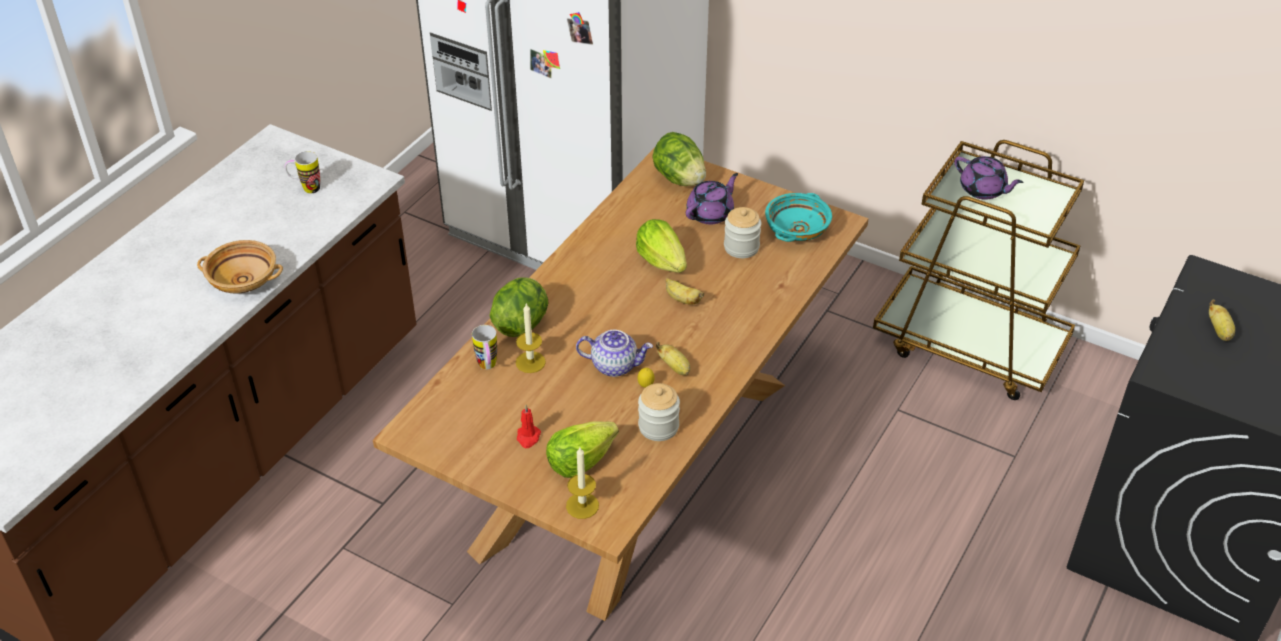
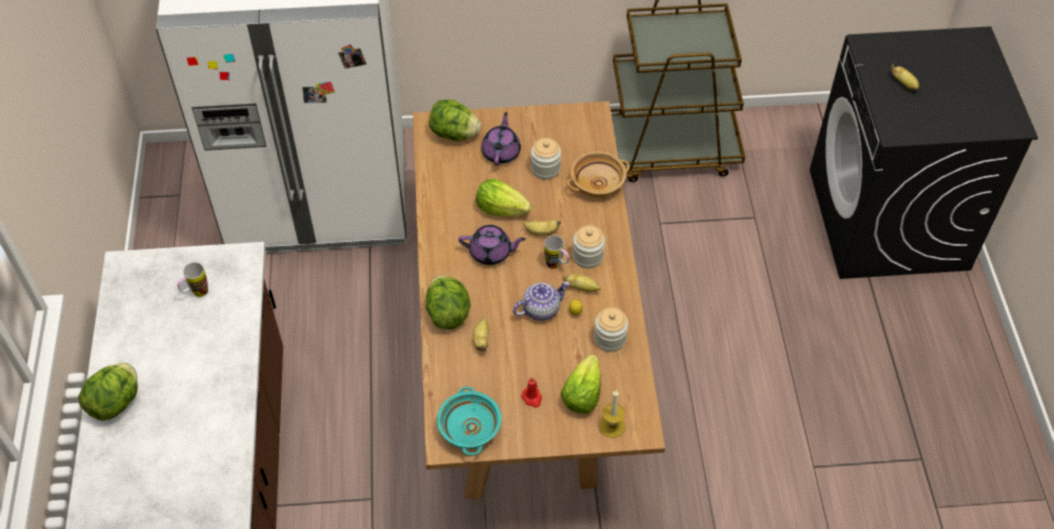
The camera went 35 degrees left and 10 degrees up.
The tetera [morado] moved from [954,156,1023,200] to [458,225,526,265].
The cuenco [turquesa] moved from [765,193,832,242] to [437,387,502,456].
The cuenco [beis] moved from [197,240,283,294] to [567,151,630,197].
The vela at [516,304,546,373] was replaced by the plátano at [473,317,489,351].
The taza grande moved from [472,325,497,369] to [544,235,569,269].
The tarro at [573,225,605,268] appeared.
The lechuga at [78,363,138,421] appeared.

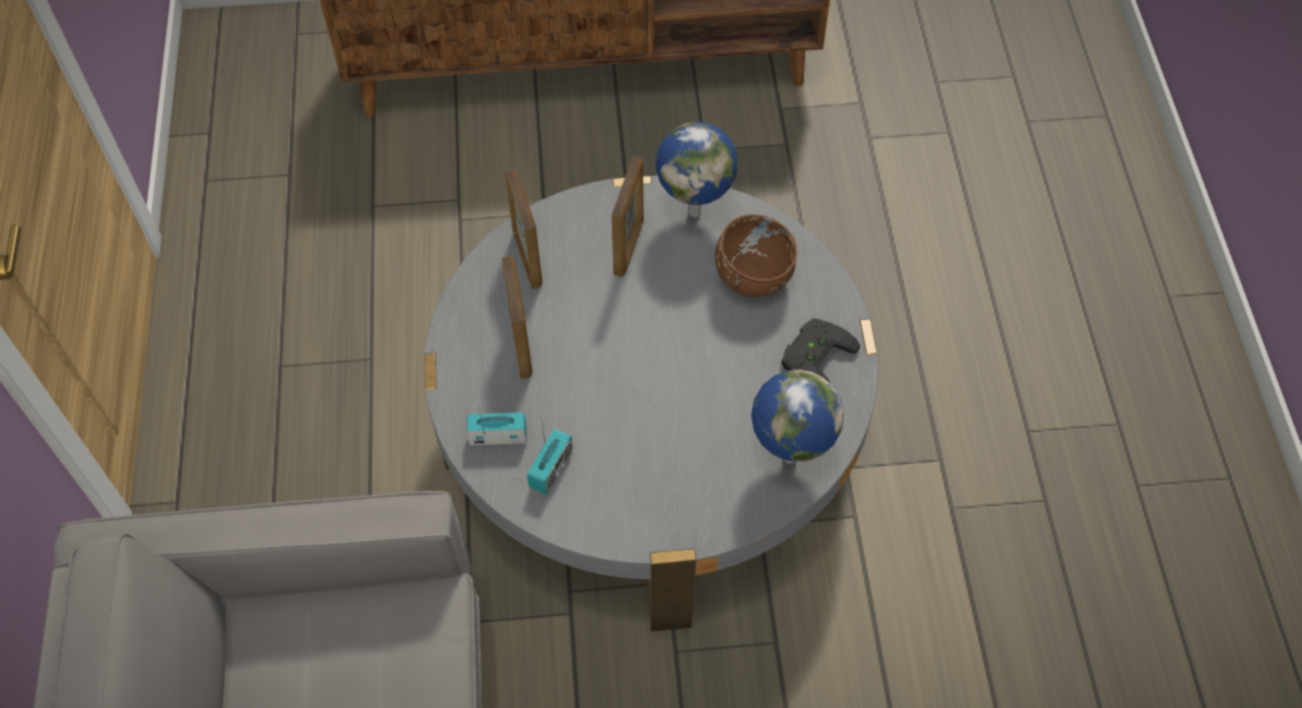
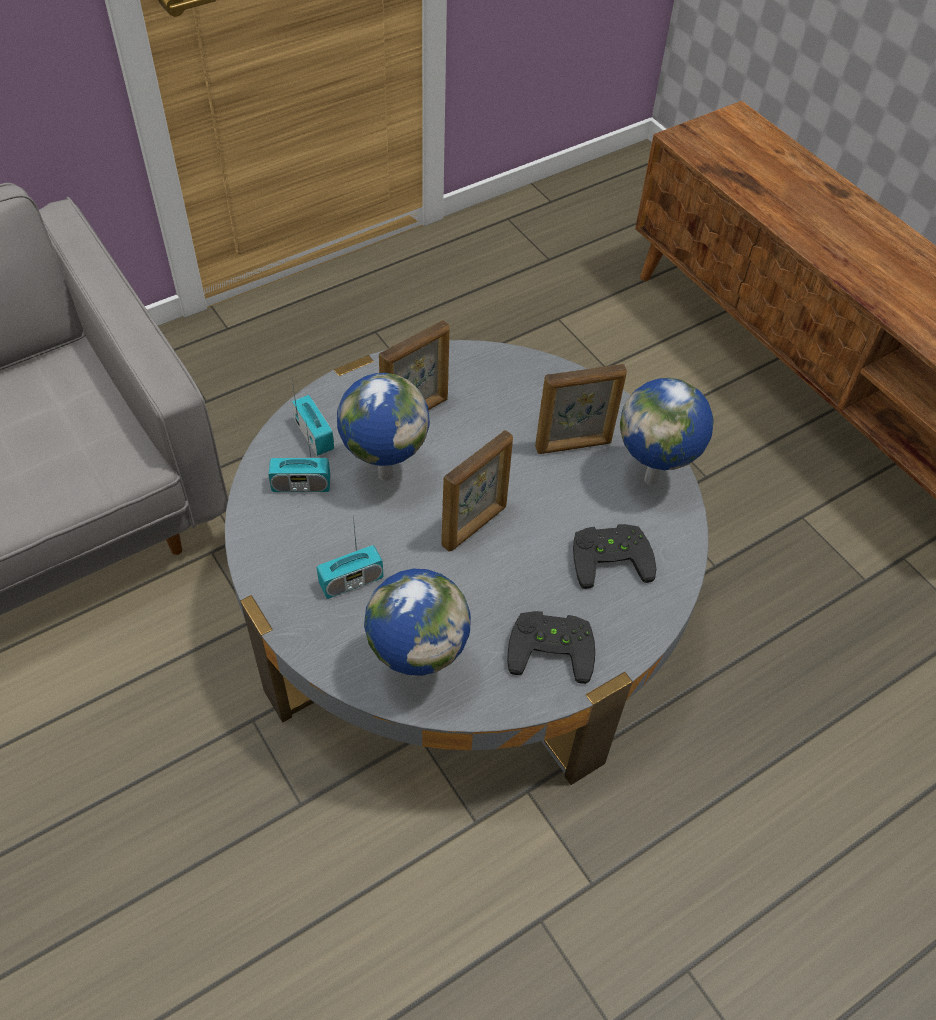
The camera went 60 degrees right and 5 degrees down.
The portarretratos moved from [505,169,542,289] to [441,430,513,551].
The cuenco [marrón] at [715,214,797,297] was replaced by the mando de consola [negro] at [573,524,656,589].
The globo terráqueo at [337,373,430,481] appeared.
The radio at [317,516,383,599] appeared.

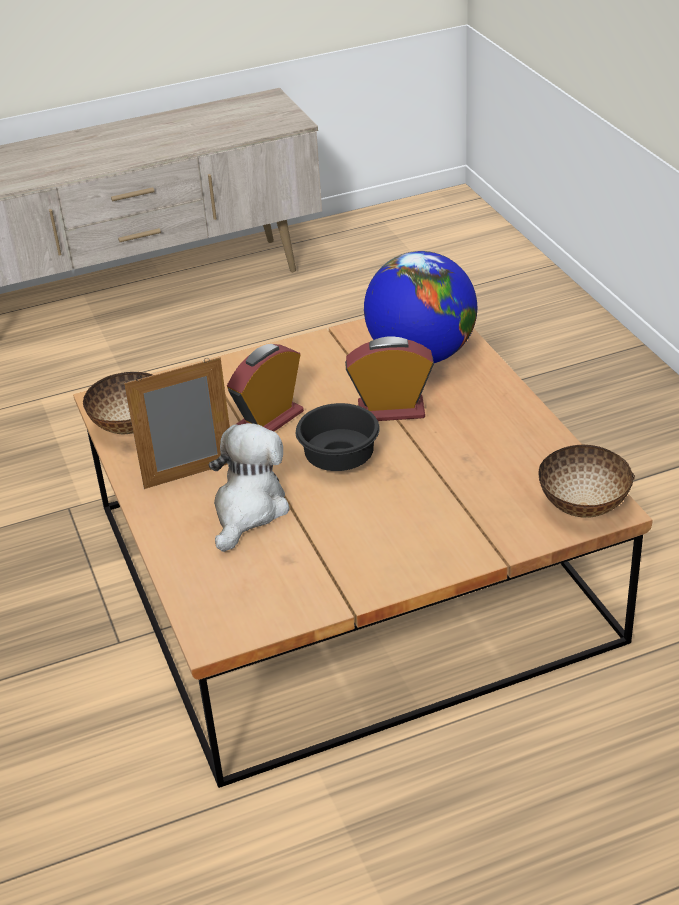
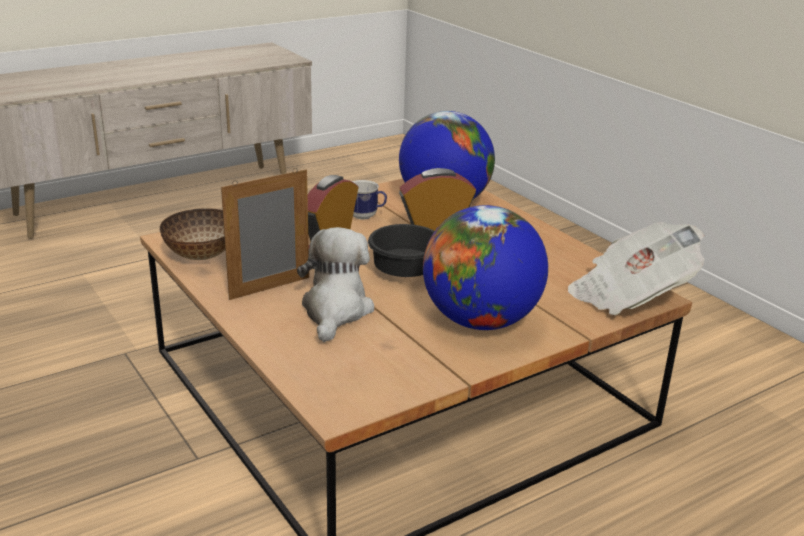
The camera went 15 degrees left and 10 degrees down.
The cuenco at [538,445,635,518] was replaced by the periódico at [568,222,705,315].
The taza grande at [352,180,387,219] appeared.
The globo terráqueo at [423,205,548,330] appeared.

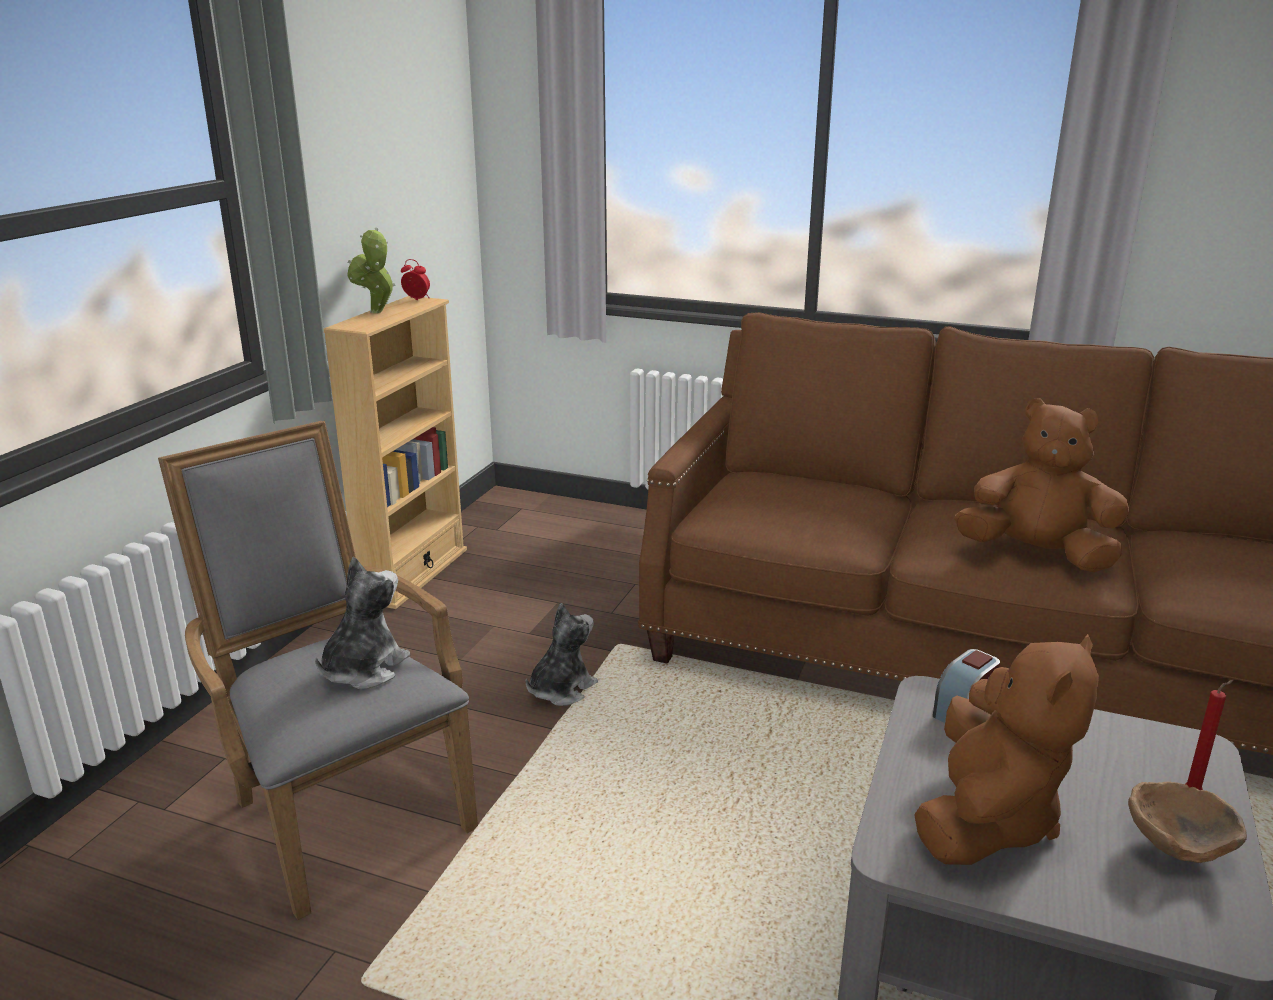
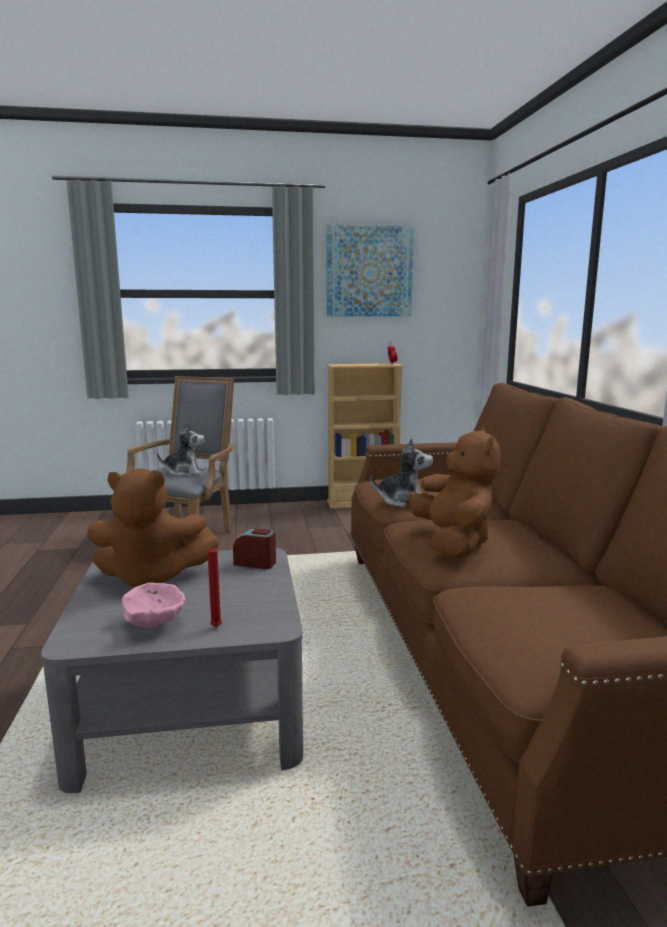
The camera went 60 degrees right and 10 degrees down.
The planta en maceta at [347,228,396,313] disappeared.
The peluche moved from [526,603,598,706] to [370,438,433,507].
The cuenco [marrón] at [1128,782,1247,863] became the cuenco [rosa] at [122,583,186,628].
The cuadro at [326,224,414,316] appeared.

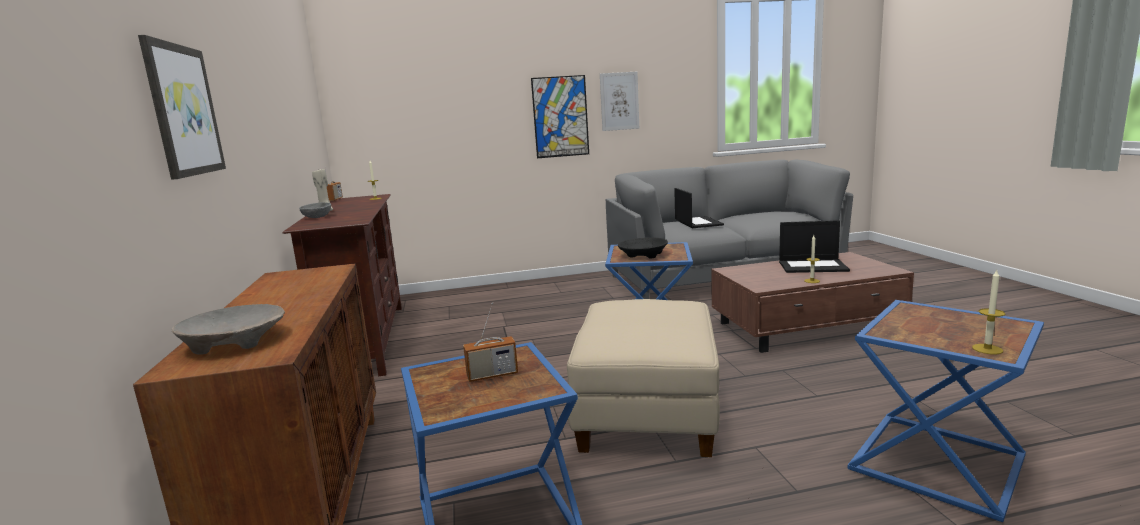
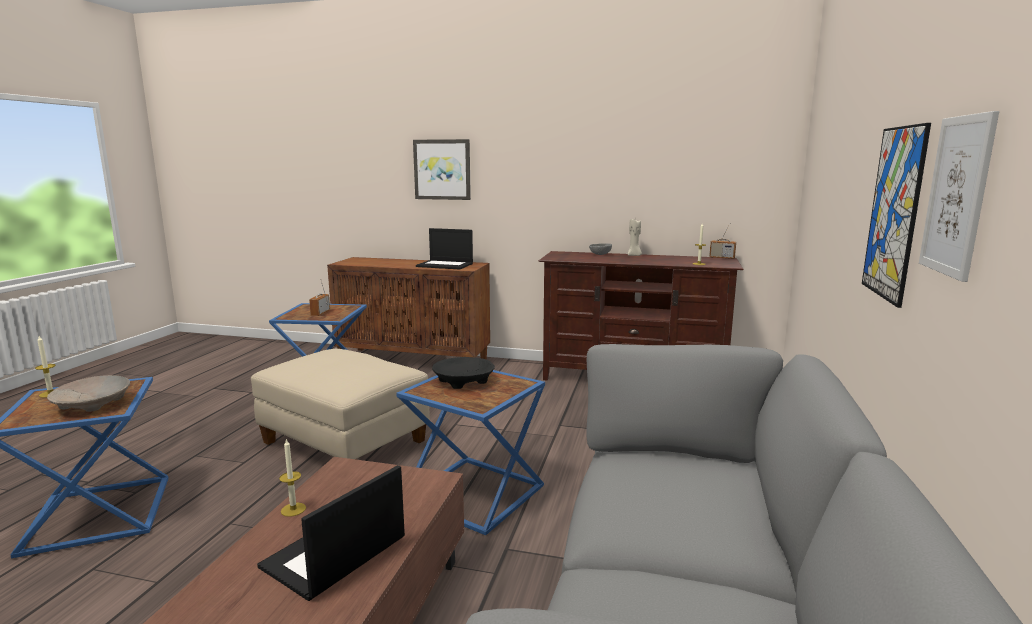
The camera went 115 degrees right and 0 degrees up.
The portátil moved from [674,188,724,228] to [416,228,473,269].
The cuenco [beis] moved from [172,304,285,354] to [47,375,130,412].

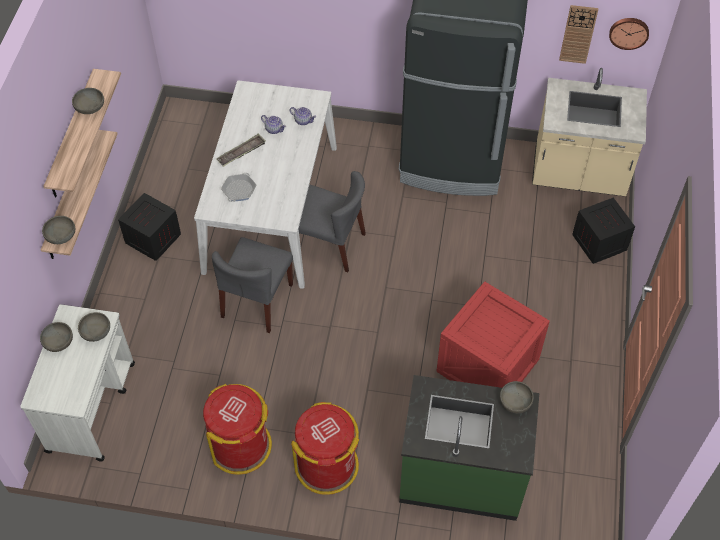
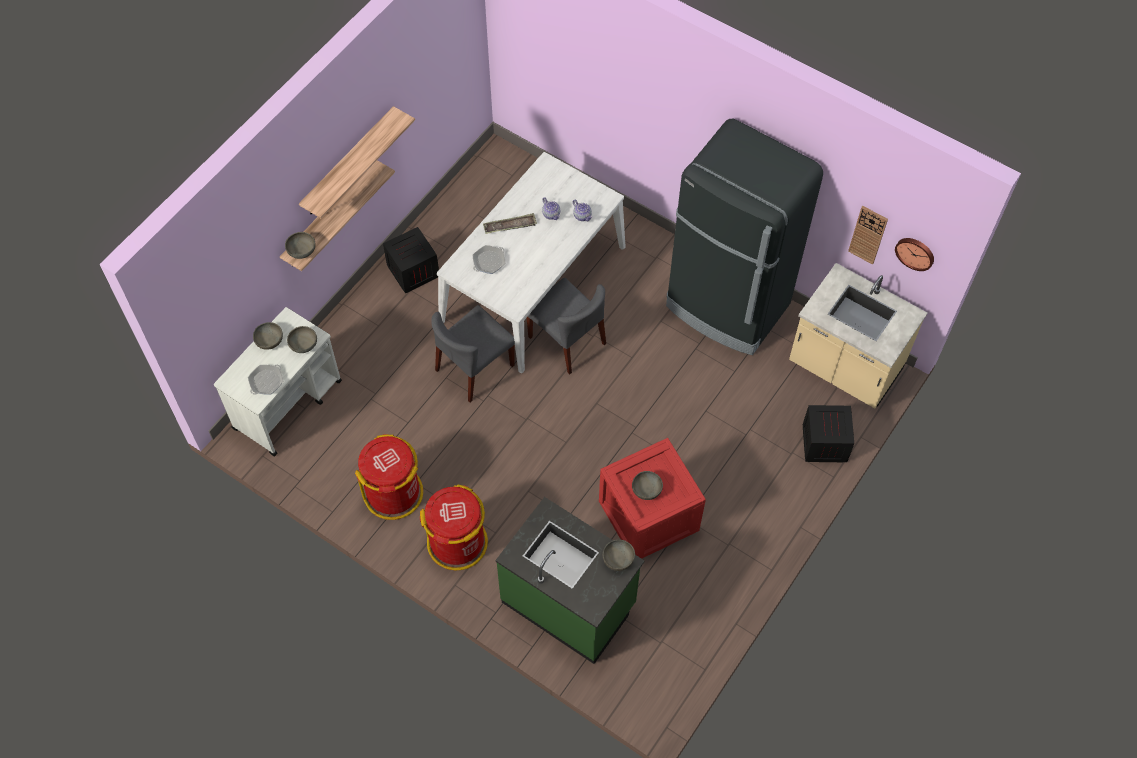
The camera went 25 degrees right and 5 degrees up.
The cuenco [gris] moved from [72,88,104,114] to [632,471,663,500].
The sartén at [248,365,283,395] appeared.

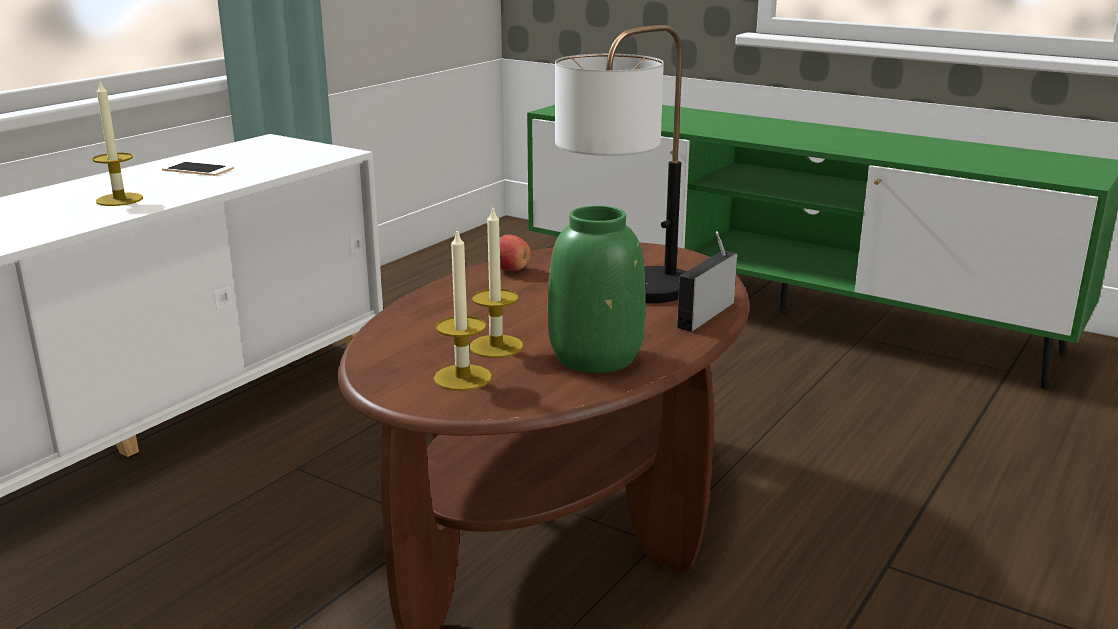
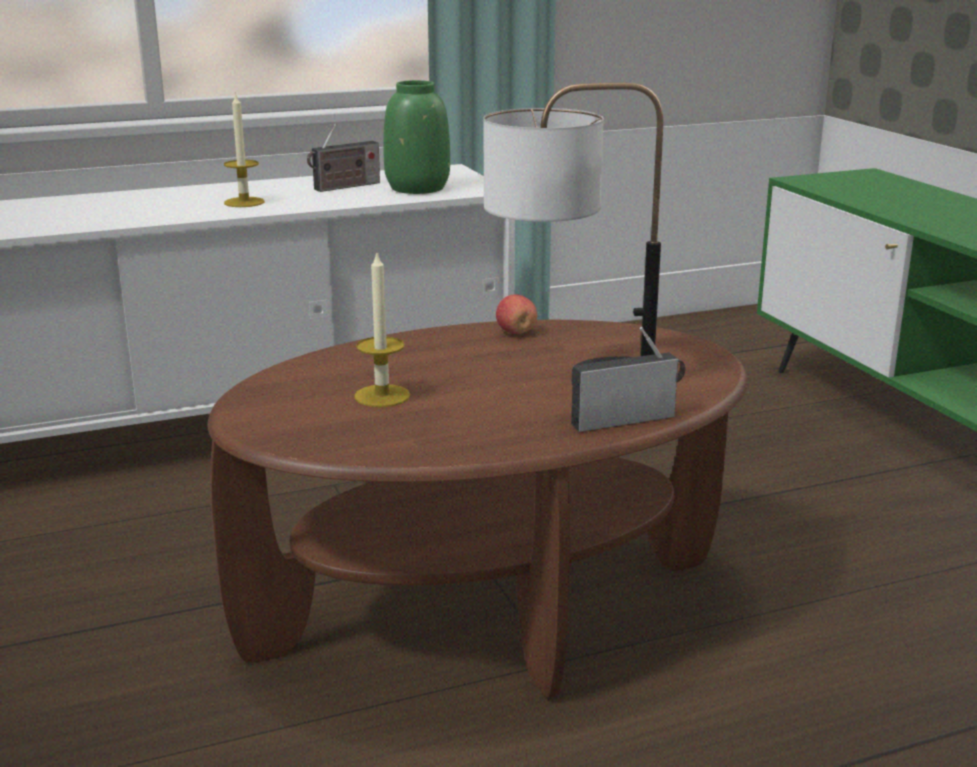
The camera went 35 degrees right and 0 degrees up.
The móvil at [162,161,234,176] was replaced by the radio at [307,123,380,192].
The florero [verde] moved from [548,206,646,373] to [383,80,450,194].
The vela at [434,229,492,391] disappeared.

